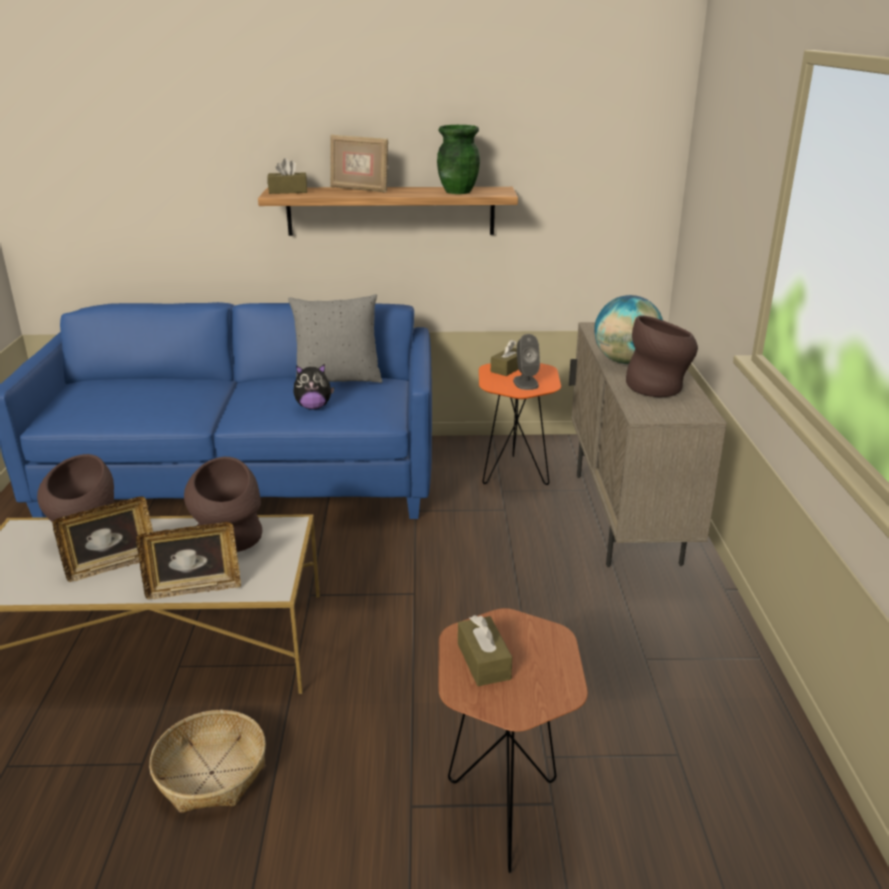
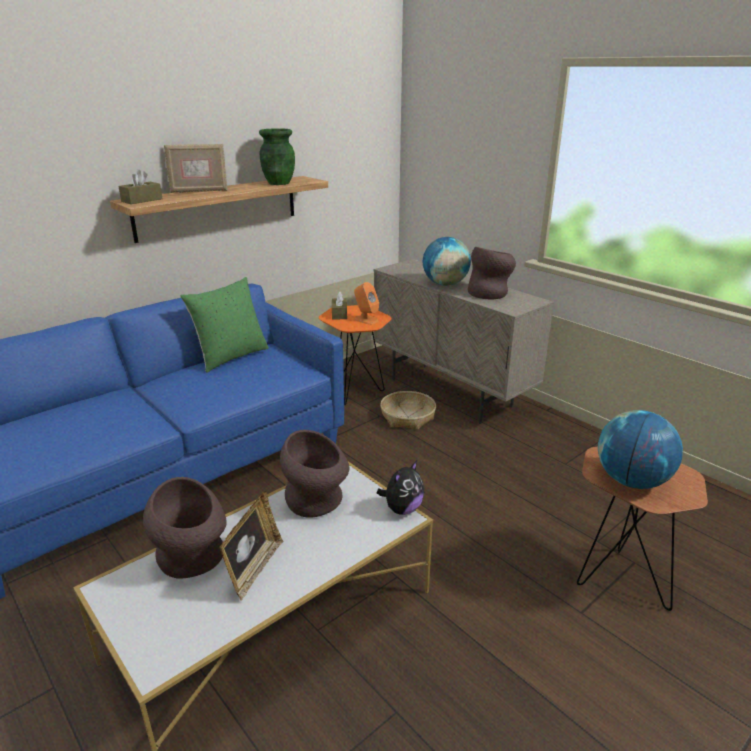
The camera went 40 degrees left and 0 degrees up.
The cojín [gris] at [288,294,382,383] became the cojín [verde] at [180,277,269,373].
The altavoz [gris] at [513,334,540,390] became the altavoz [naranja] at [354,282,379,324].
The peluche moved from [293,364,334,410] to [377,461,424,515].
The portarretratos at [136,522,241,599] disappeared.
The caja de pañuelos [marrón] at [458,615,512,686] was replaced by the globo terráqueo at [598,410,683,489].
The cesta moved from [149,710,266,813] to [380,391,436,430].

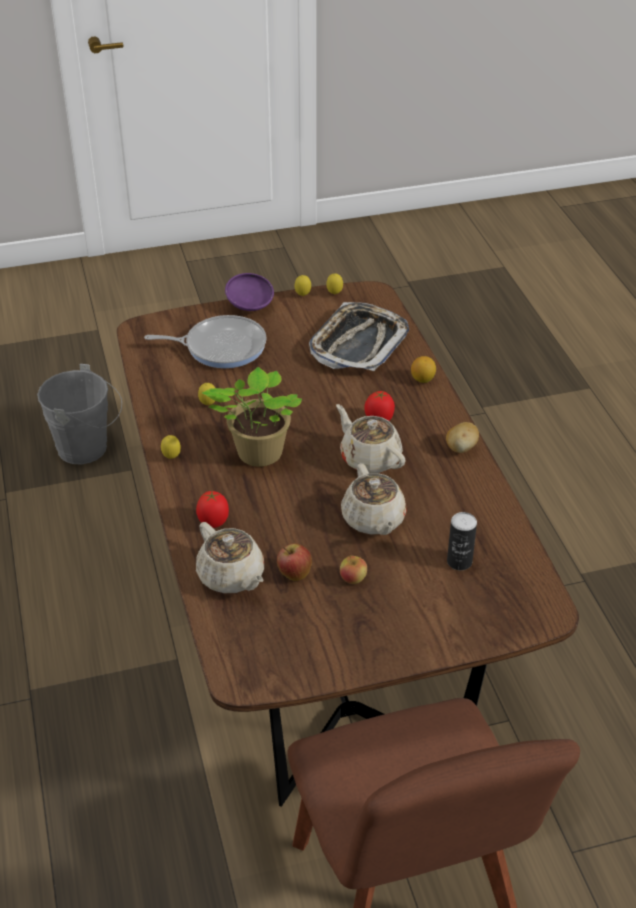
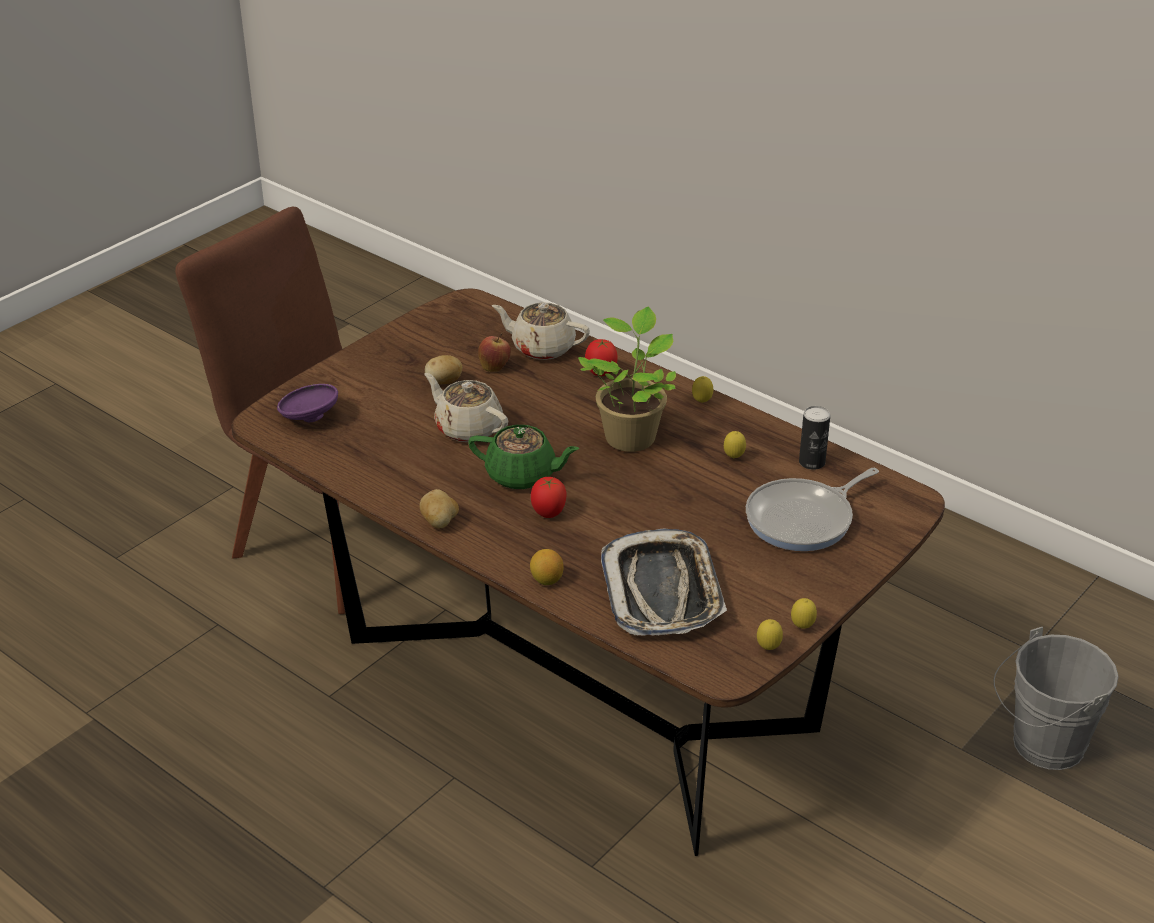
The camera went 145 degrees right and 5 degrees down.
The cuenco [morado] moved from [225,273,274,311] to [277,384,338,422].
The tetera [beis] at [336,404,406,473] became the tetera [verde] at [468,425,580,490].
The lata moved from [447,512,477,570] to [799,406,830,470].
The manzana at [340,555,367,584] was replaced by the patata at [425,355,462,384].

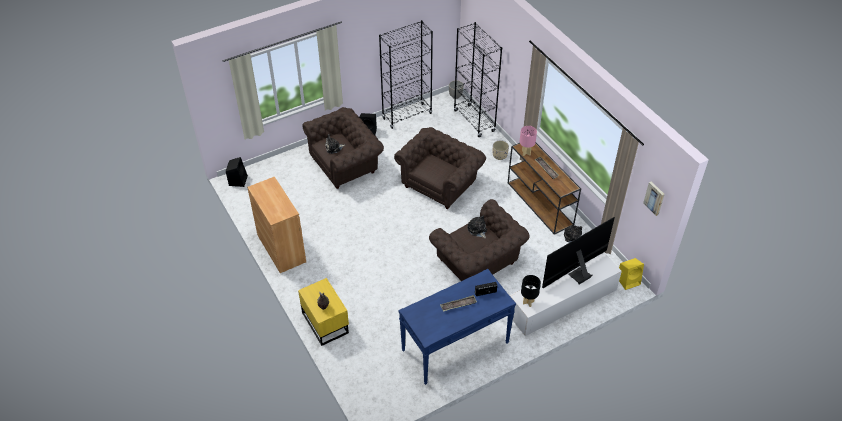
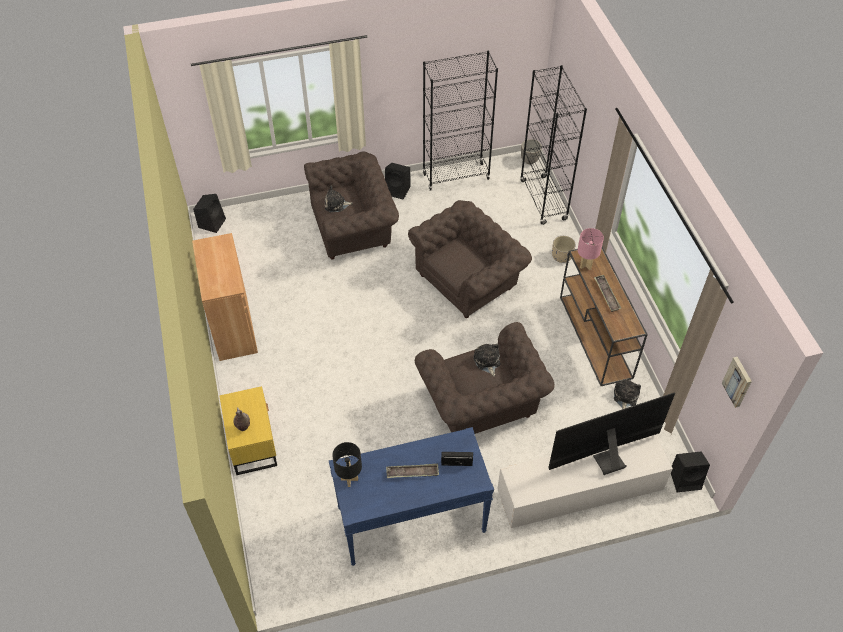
The camera went 15 degrees right and 5 degrees up.
The altavoz [amarillo] at [619,258,644,290] became the altavoz [negro] at [671,451,710,492].
The lámpara de mesa [negro] moved from [521,275,541,307] to [332,442,362,487].

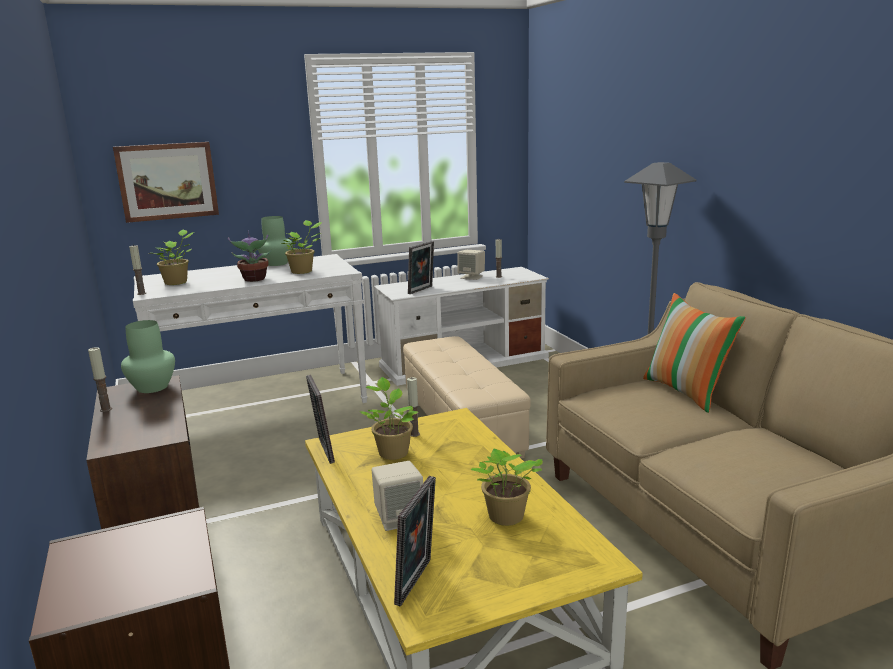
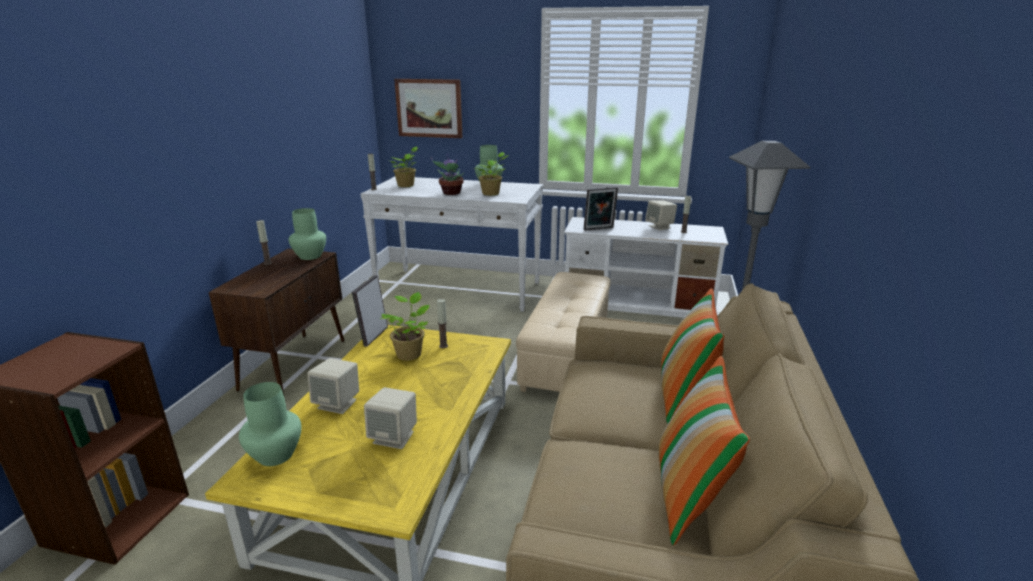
The camera went 35 degrees right and 5 degrees up.
The planta en maceta at [471,449,543,526] was replaced by the altavoz [beis] at [364,387,417,449].
The portarretratos at [394,476,436,607] was replaced by the florero [verde] at [239,382,302,466].
The cojín at [659,356,750,545] appeared.

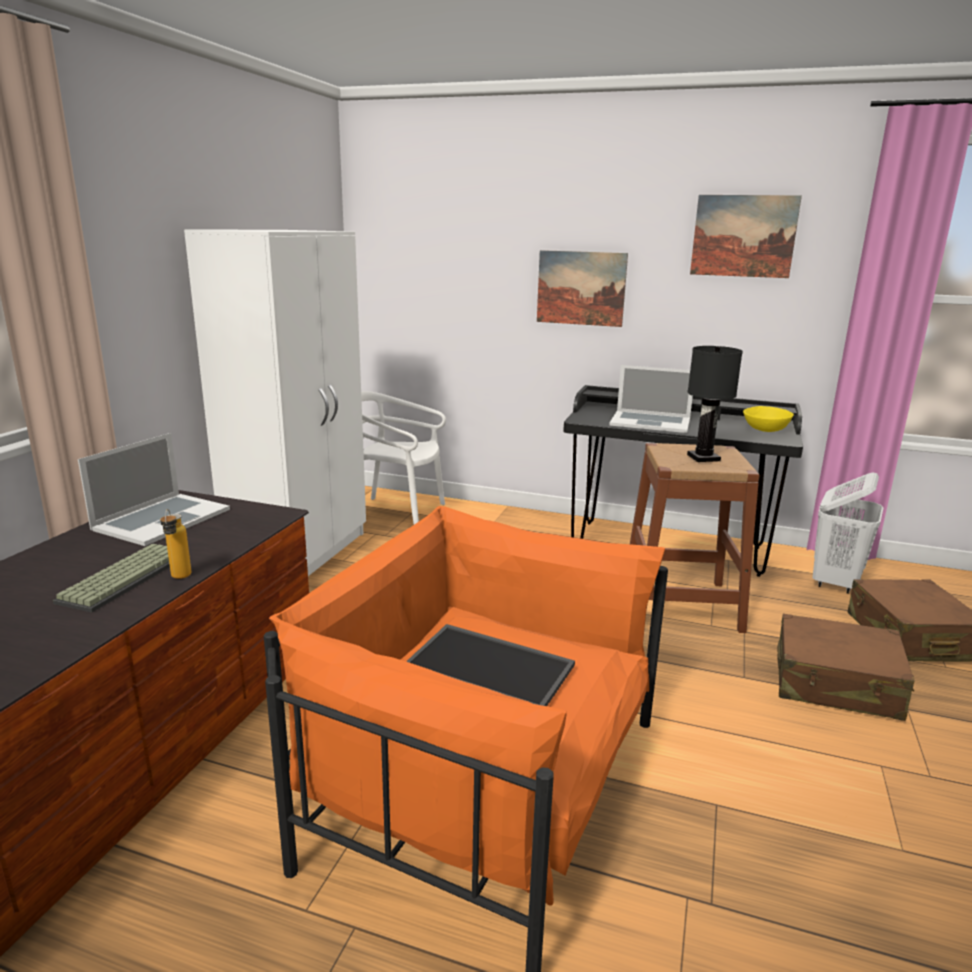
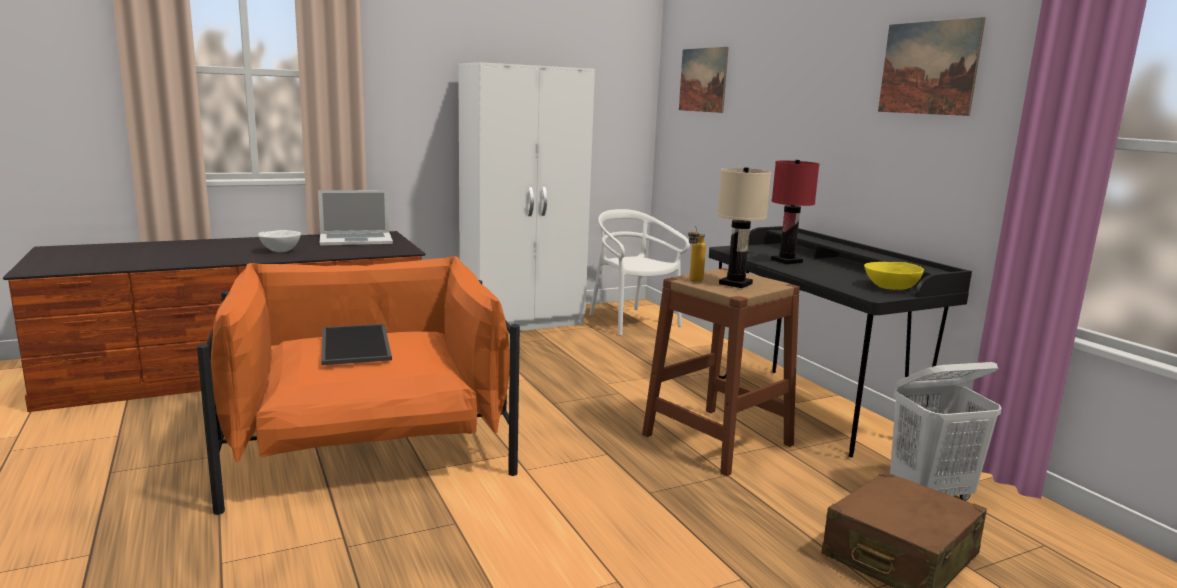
The camera went 45 degrees right and 5 degrees down.
The cuadro moved from [537,250,628,327] to [679,47,729,113].
The lámpara de mesa [negro] at [687,346,743,462] became the lámpara de mesa [beis] at [717,167,771,288].
The portátil at [609,365,693,433] was replaced by the lámpara de mesa [rojo] at [771,160,820,264].
The botella moved from [160,509,191,579] to [688,226,706,282].
The teclado at [53,544,170,613] was replaced by the cuenco [blanco] at [258,230,301,252].
The maleta [marrón] at [777,614,915,721] disappeared.

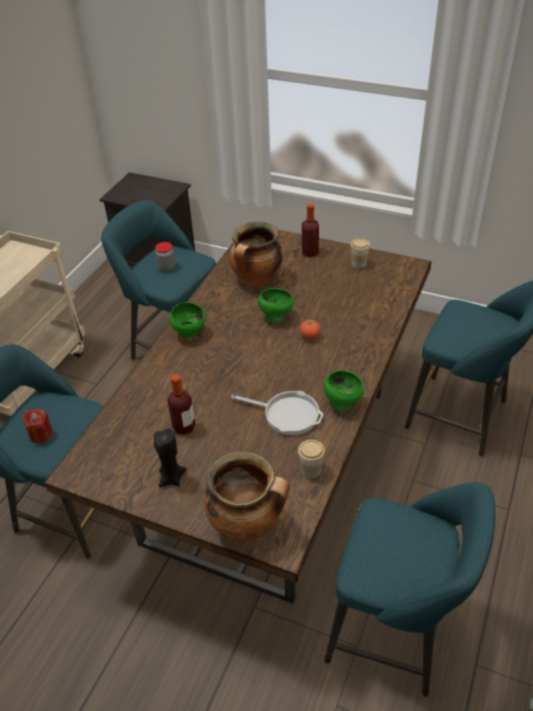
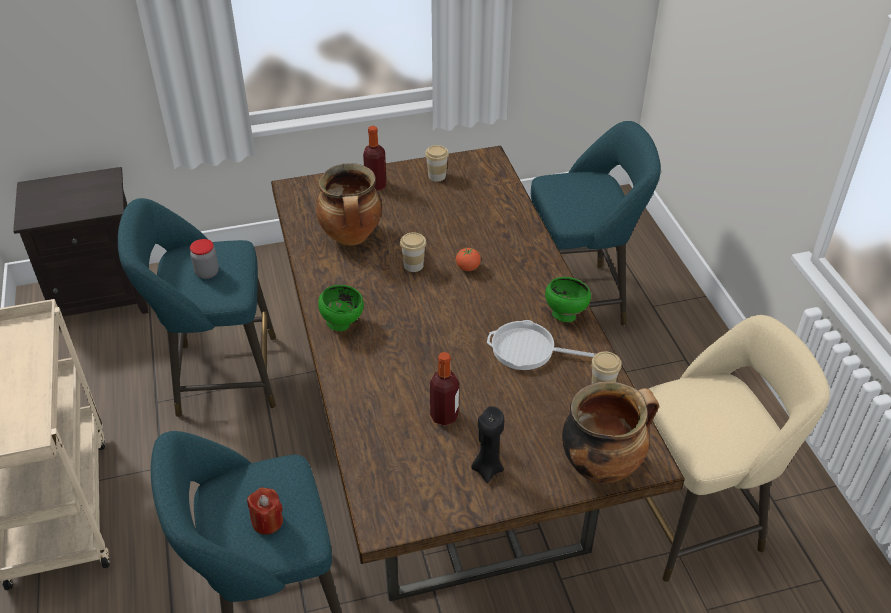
The camera went 40 degrees left and 0 degrees up.
The cuenco [verde] at [258,288,294,323] was replaced by the taza at [400,232,426,272].
The sartén at [231,391,323,435] turned 150 degrees counterclockwise.
The taburete [turquesa] at [324,482,496,697] became the taburete [beis] at [645,315,830,582].

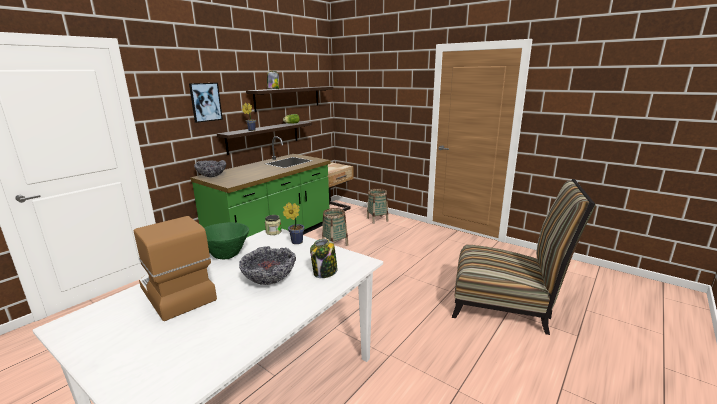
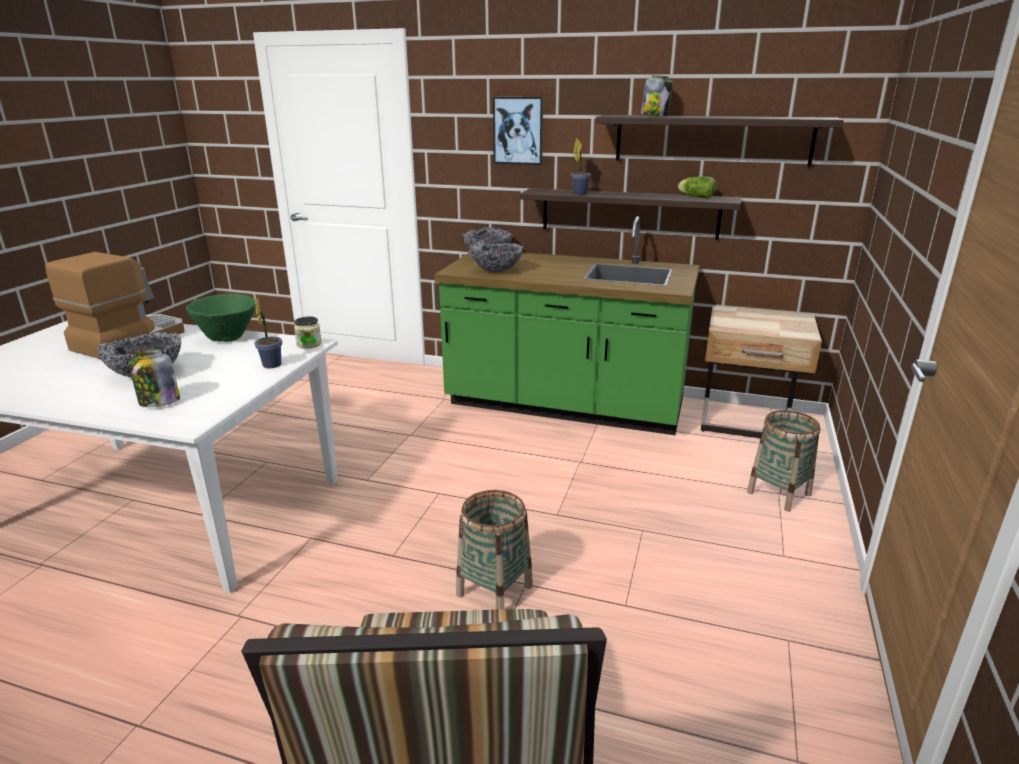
The camera went 70 degrees right and 5 degrees up.
The cesta moved from [322,208,348,246] to [456,490,533,610].
The cuenco at [469,242,523,272] appeared.

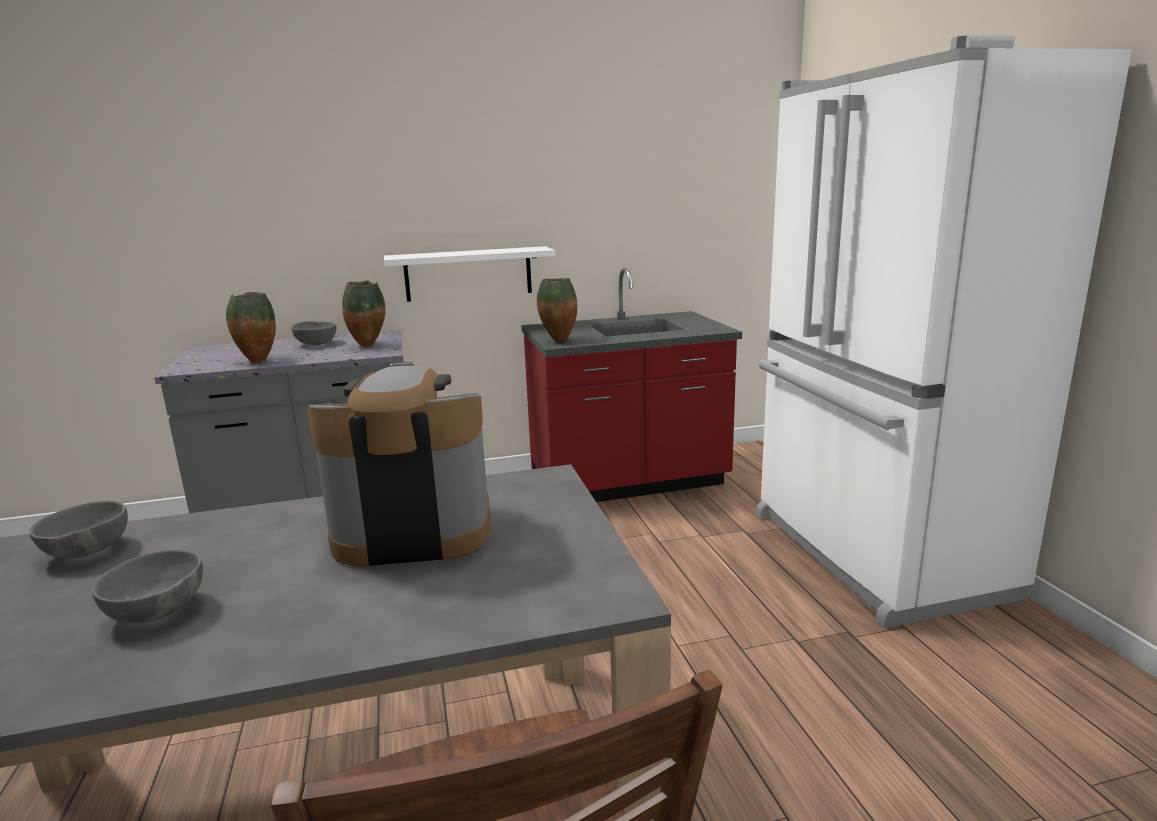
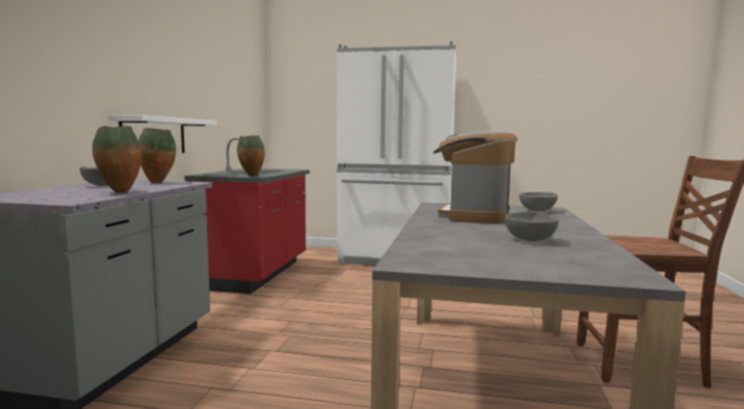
The camera went 65 degrees left and 10 degrees down.
The cuenco [gris] moved from [29,501,128,558] to [519,192,558,211].

